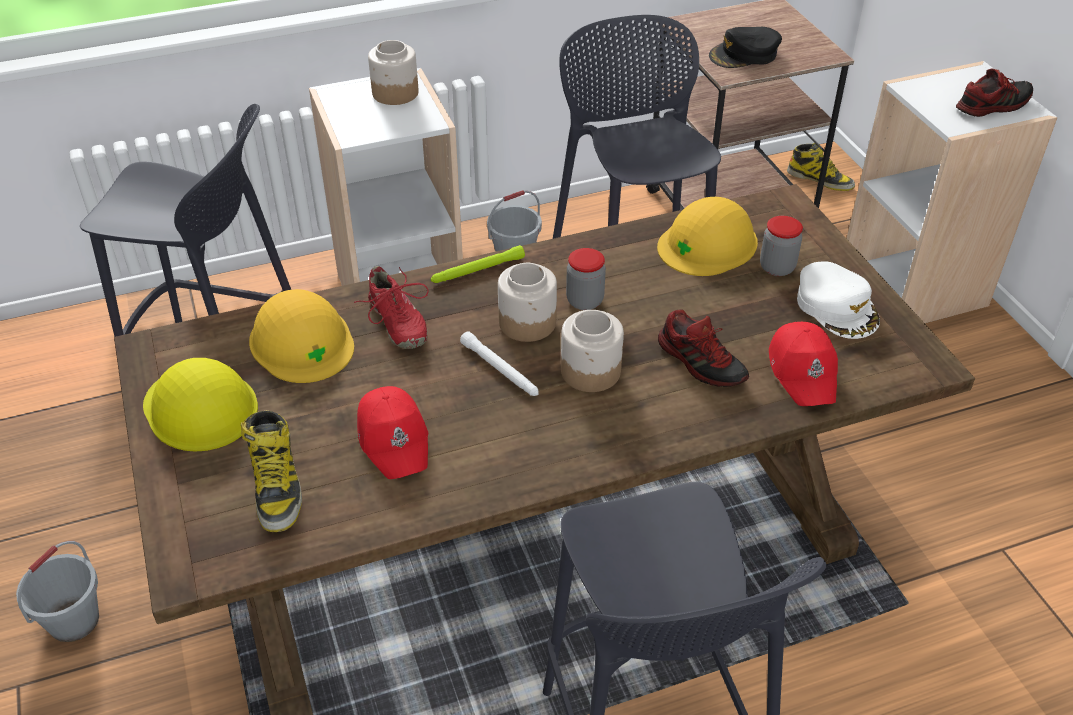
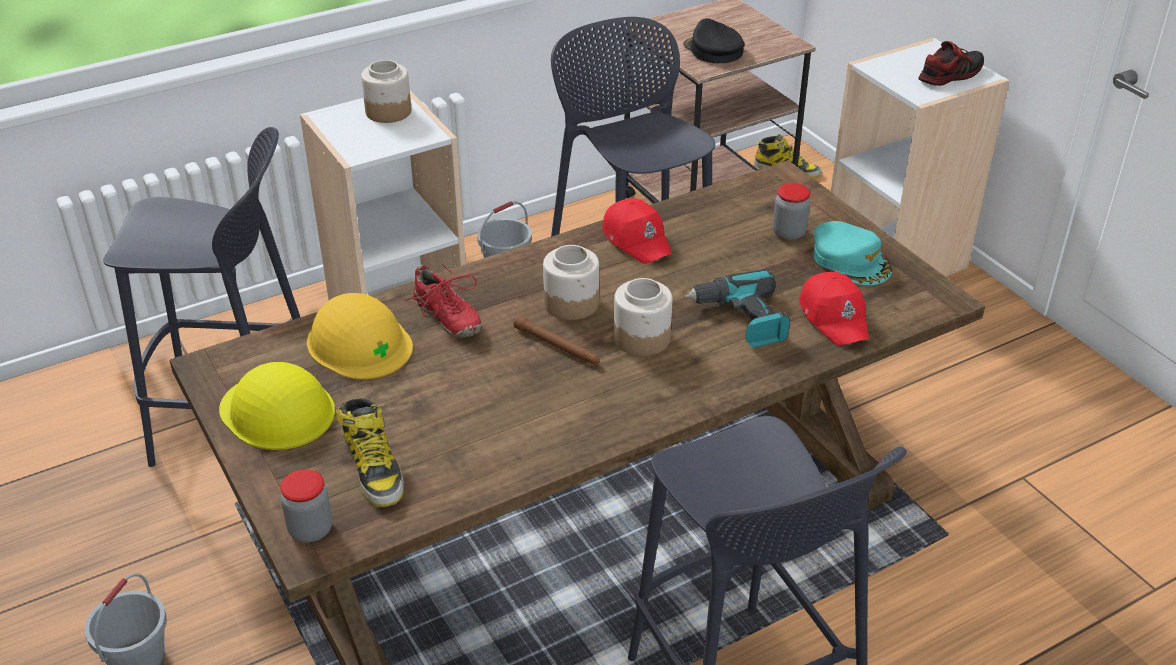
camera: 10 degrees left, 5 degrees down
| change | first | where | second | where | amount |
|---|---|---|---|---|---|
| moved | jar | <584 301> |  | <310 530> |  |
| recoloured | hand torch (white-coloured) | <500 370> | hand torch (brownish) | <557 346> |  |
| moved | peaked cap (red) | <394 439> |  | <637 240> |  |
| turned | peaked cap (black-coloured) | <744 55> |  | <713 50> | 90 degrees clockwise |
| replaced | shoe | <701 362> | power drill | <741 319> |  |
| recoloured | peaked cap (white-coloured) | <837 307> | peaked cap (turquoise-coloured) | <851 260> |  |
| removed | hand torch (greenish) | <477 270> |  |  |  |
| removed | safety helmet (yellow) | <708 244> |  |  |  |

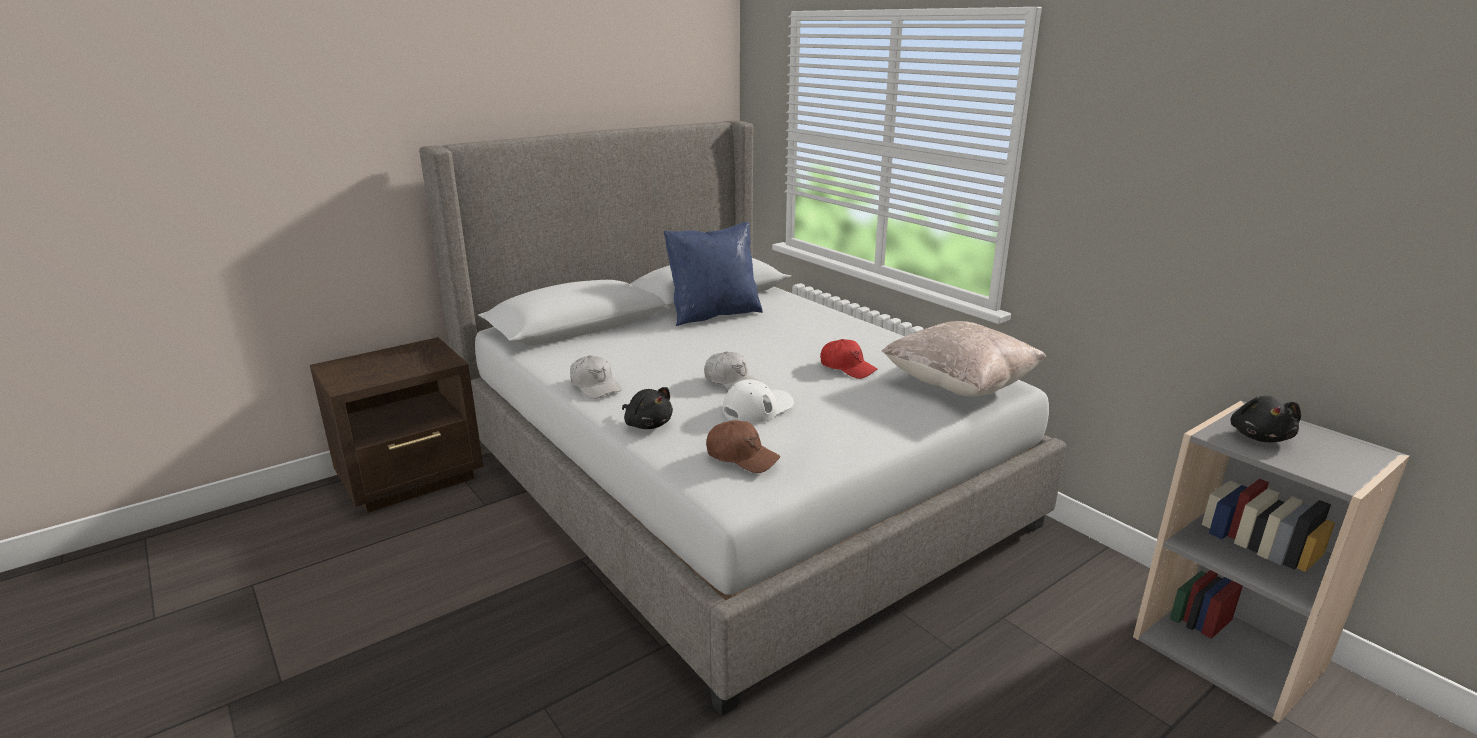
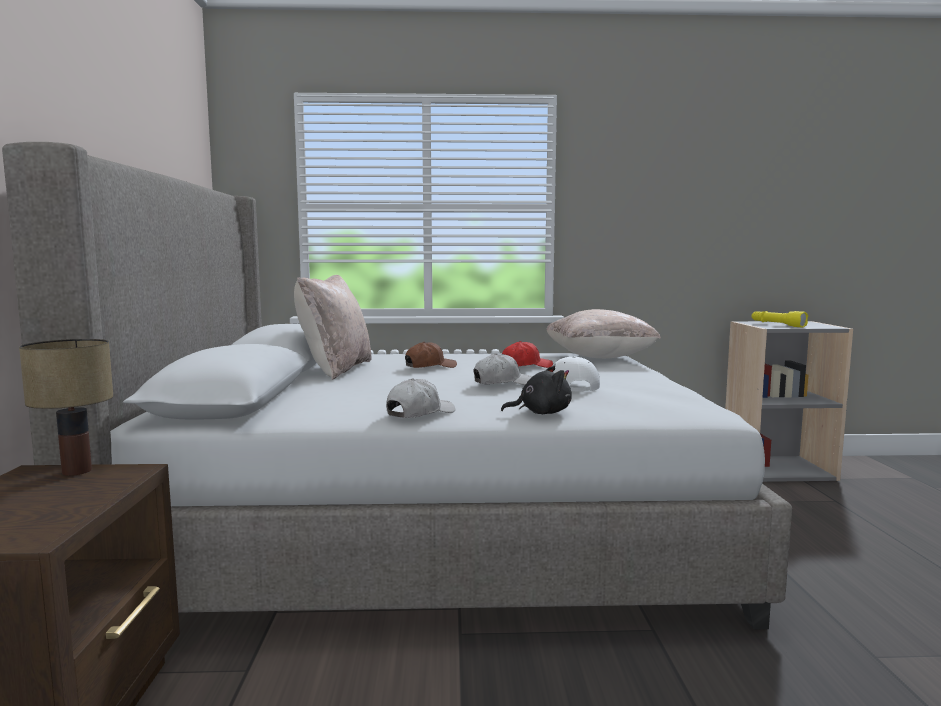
camera: 55 degrees left, 15 degrees down
| change | first | where | second | where | amount |
|---|---|---|---|---|---|
| added |  |  | tabletop lamp | <78 471> |  |
| recoloured | pillow (blue) | <713 314> | pillow (beige) | <335 369> |  |
| turned | peaked cap (white-coloured) | <595 386> |  | <420 413> | 45 degrees counterclockwise |
| moved | peaked cap (brownish) | <742 457> |  | <430 366> |  |
| replaced | cuddly toy (black-coloured) | <1260 437> | hand torch (yellow) | <777 325> |  |

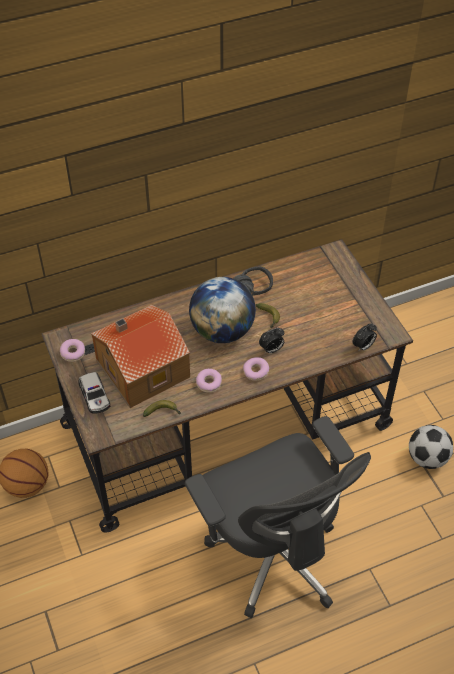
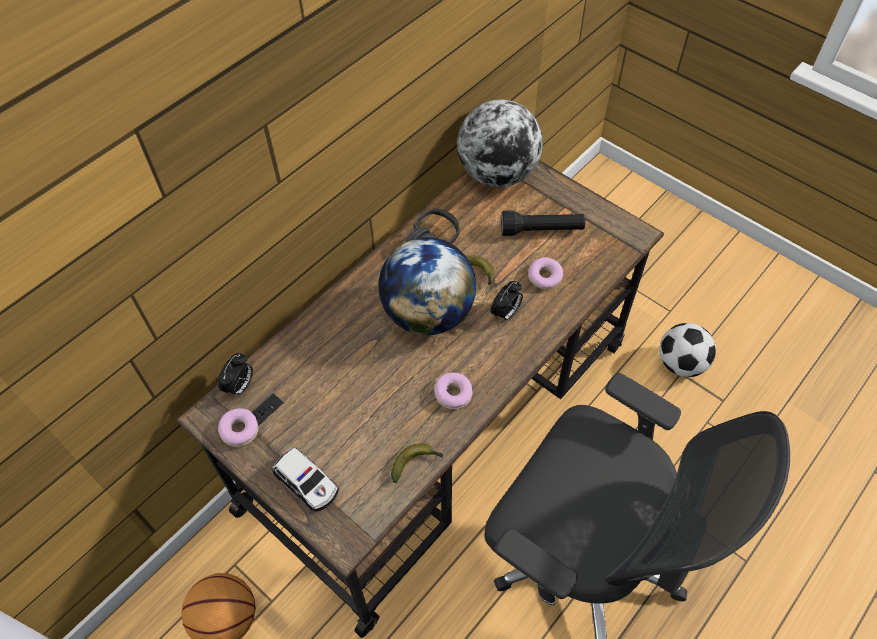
camera: 25 degrees left, 5 degrees up
| change | first | where | second | where | amount |
|---|---|---|---|---|---|
| moved | alarm clock | <363 346> |  | <240 387> |  |
| added |  |  | desk globe | <497 174> |  |
| added |  |  | hand torch (black-coloured) | <542 230> |  |
| moved | donut | <255 371> |  | <544 277> |  |
| removed | toy house | <141 368> |  |  |  |

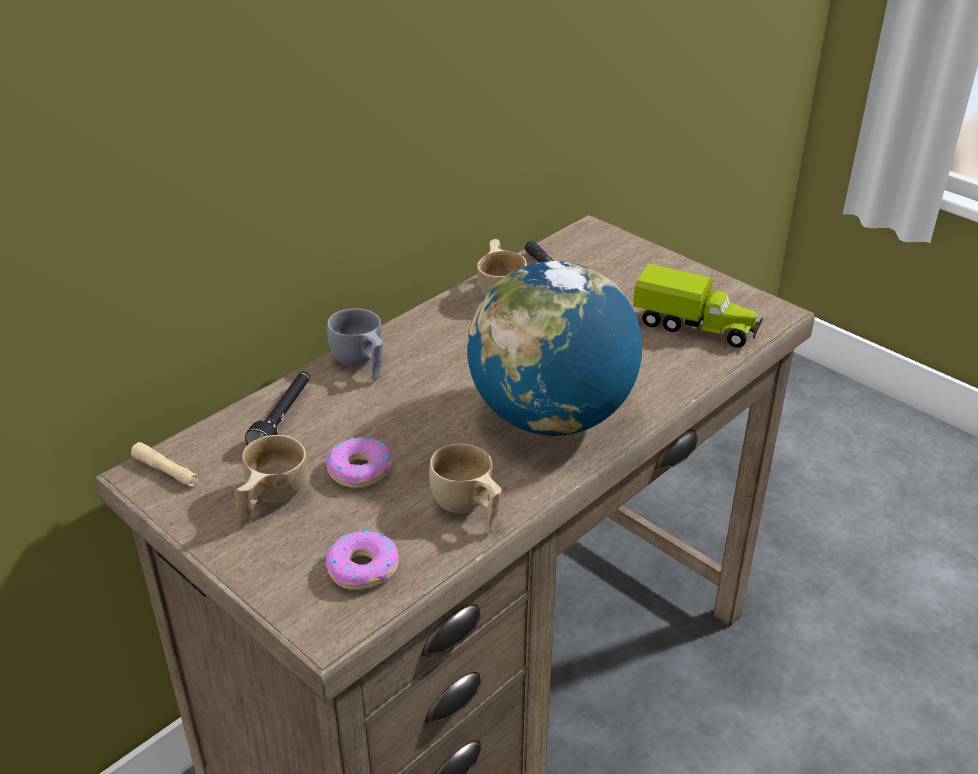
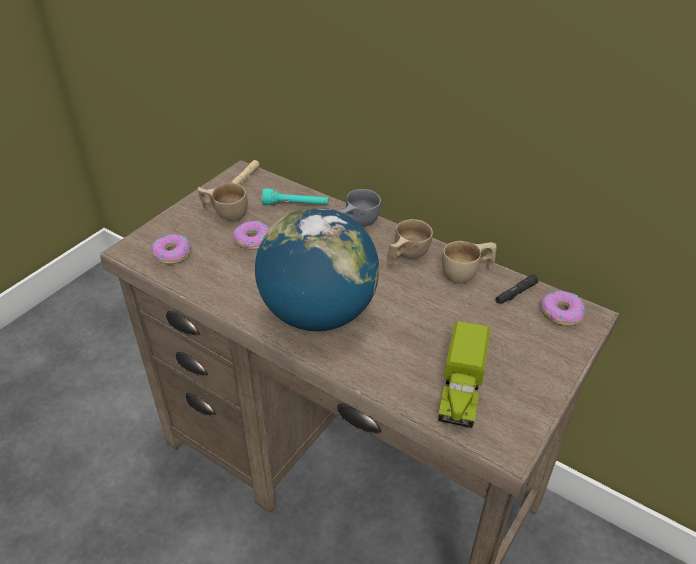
camera: 80 degrees right, 5 degrees up
| change | first | where | second | where | amount |
|---|---|---|---|---|---|
| recoloured | hand torch (black-coloured) | <283 418> | hand torch (turquoise-coloured) | <295 205> |  |
| moved | drinking cup (beige) | <468 509> |  | <406 256> |  |
| added |  |  | donut | <561 313> |  |

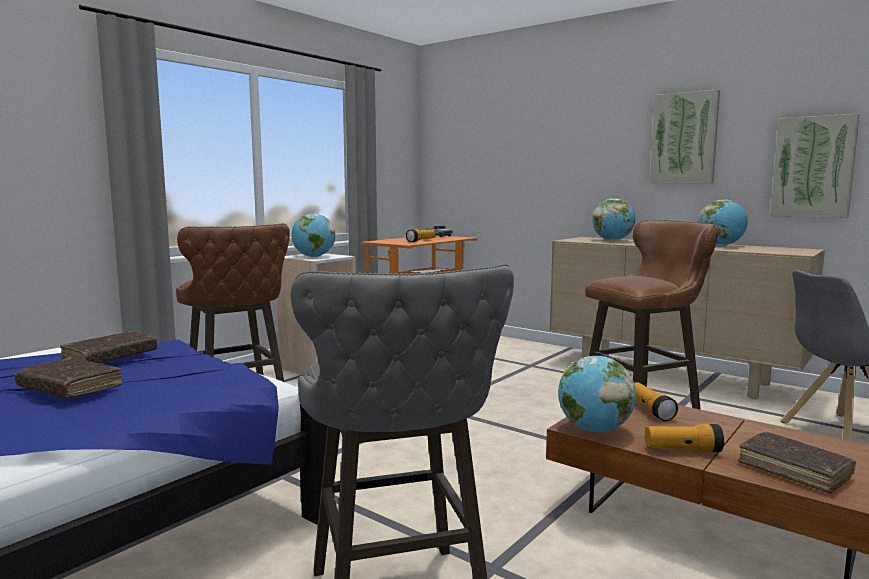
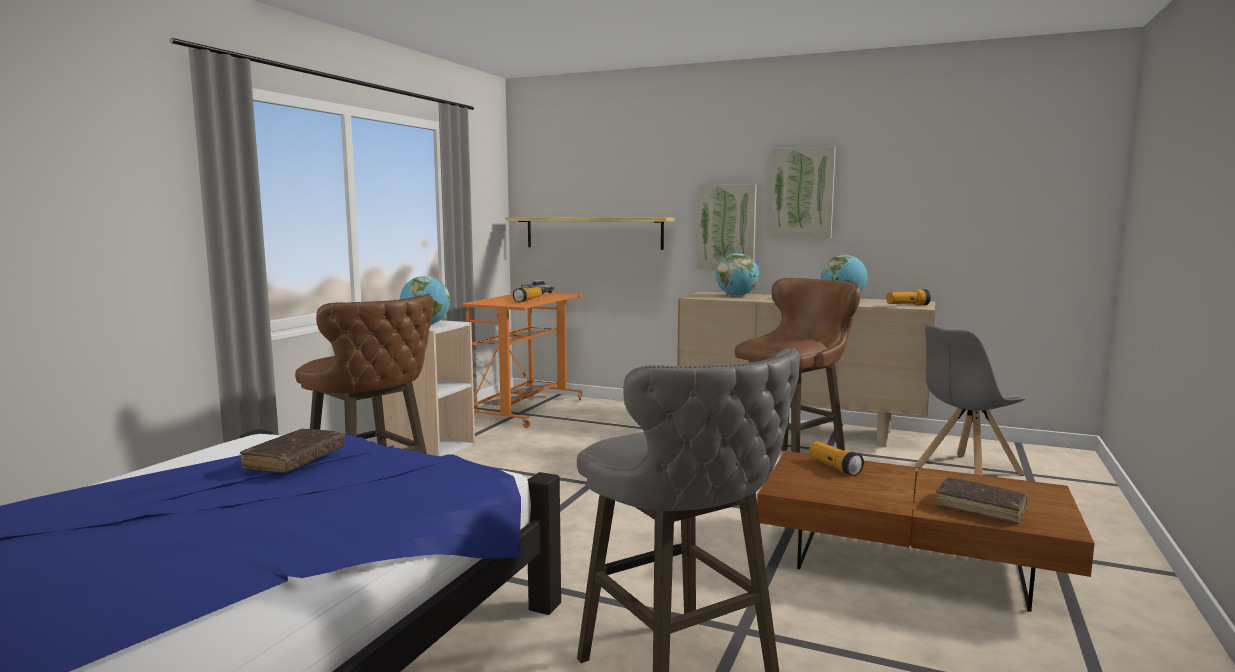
camera: 15 degrees left, 0 degrees up
| change | first | where | second | where | amount |
|---|---|---|---|---|---|
| added |  |  | bracket shelf | <593 232> |  |
| moved | wall art | <813 167> |  | <726 227> |  |
| moved | hand torch | <682 450> |  | <907 305> |  |
| removed | volume (brownish) | <70 388> |  |  |  |
| removed | desk globe | <594 430> |  |  |  |

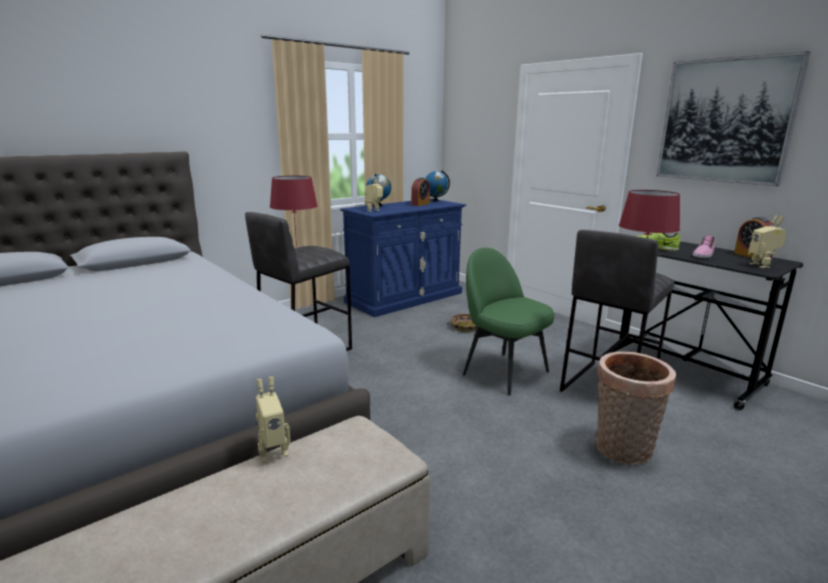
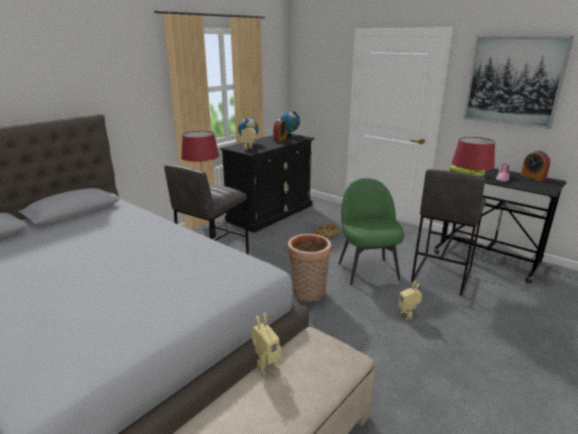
camera: 10 degrees left, 5 degrees up
| change | first | where | second | where | amount |
|---|---|---|---|---|---|
| recoloured | dresser (blue) | <404 297> | dresser (black-coloured) | <270 212> |  |
| moved | storage basket | <623 451> |  | <308 294> |  |
| turned | upright chair (greenish) | <503 372> |  | <367 270> | 45 degrees clockwise |
| moved | robot figure | <762 265> |  | <408 315> |  |

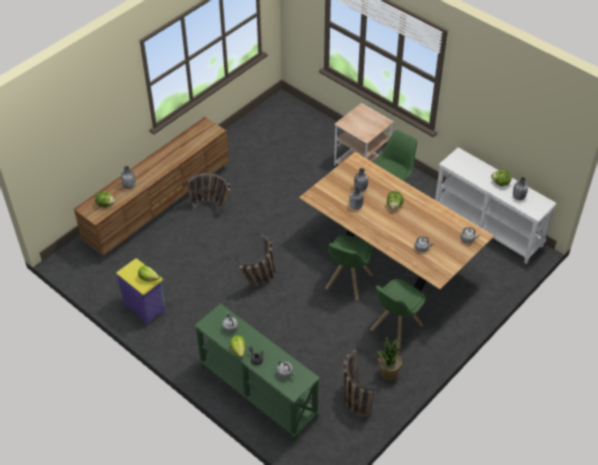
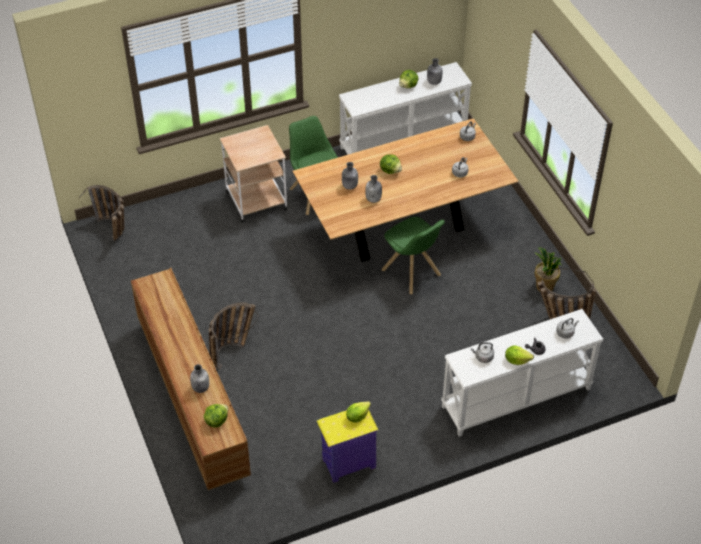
camera: 65 degrees left, 0 degrees up
| change | first | where | second | where | amount |
|---|---|---|---|---|---|
| moved | storage basket | <258 280> |  | <114 233> |  |
| recoloured | console table (greenish) | <257 392> | console table (white-coloured) | <516 398> |  |
| removed | upright chair (greenish) | <396 327> |  |  |  |

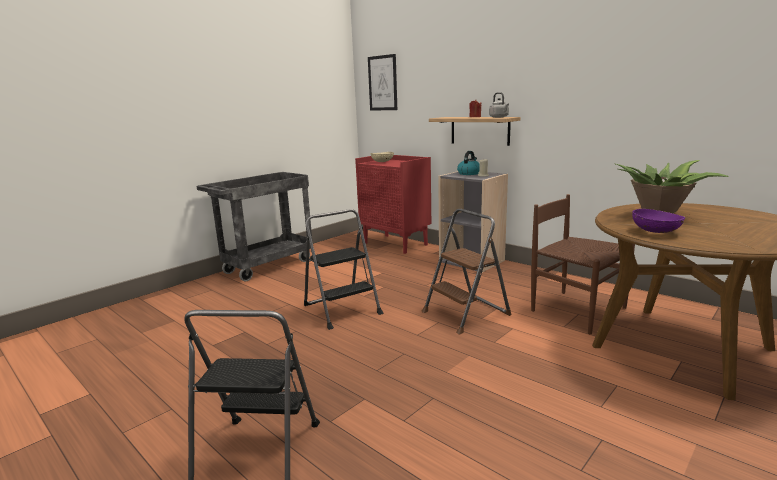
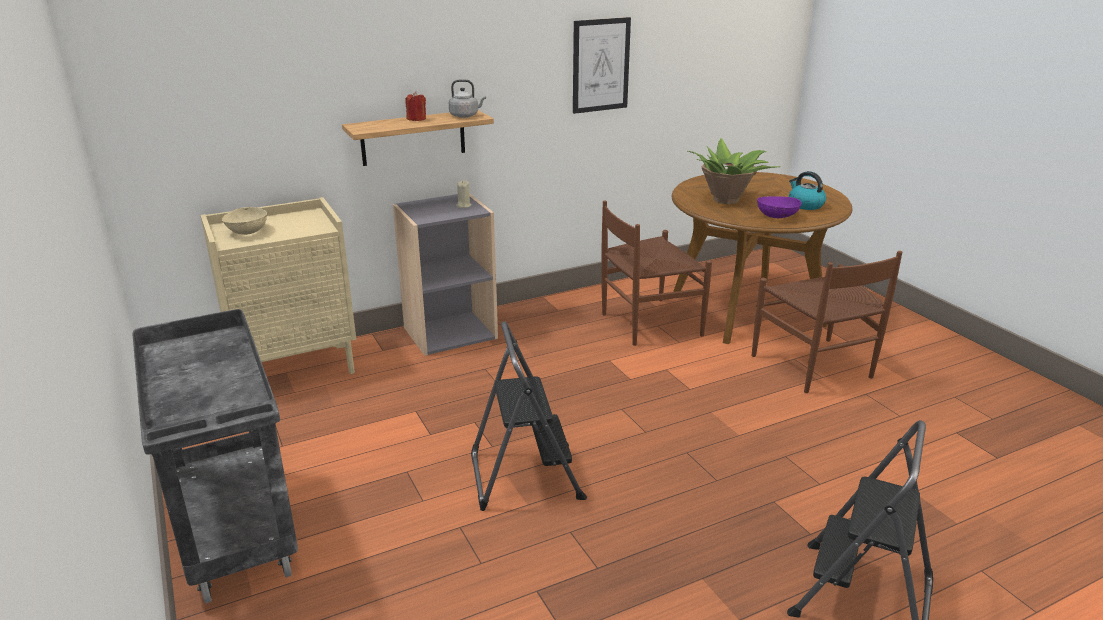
camera: 70 degrees left, 10 degrees up
| change | first | where | second | where | amount |
|---|---|---|---|---|---|
| recoloured | storage cabinet (red) | <395 244> | storage cabinet (beige) | <296 369> |  |
| moved | wall art | <382 83> |  | <601 65> |  |
| added |  |  | upright chair (brownish) | <814 367> |  |
| moved | tea kettle | <469 173> |  | <805 205> |  |
| removed | stepladder (brownish) | <469 312> |  |  |  |

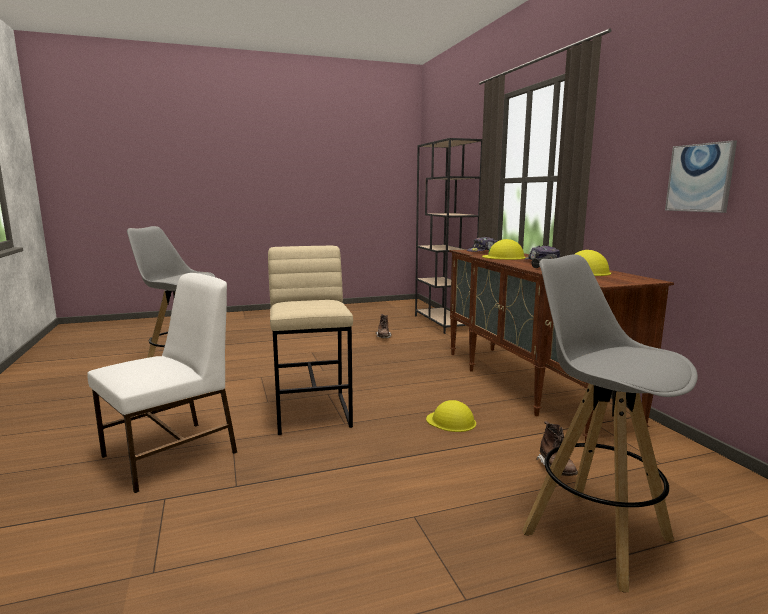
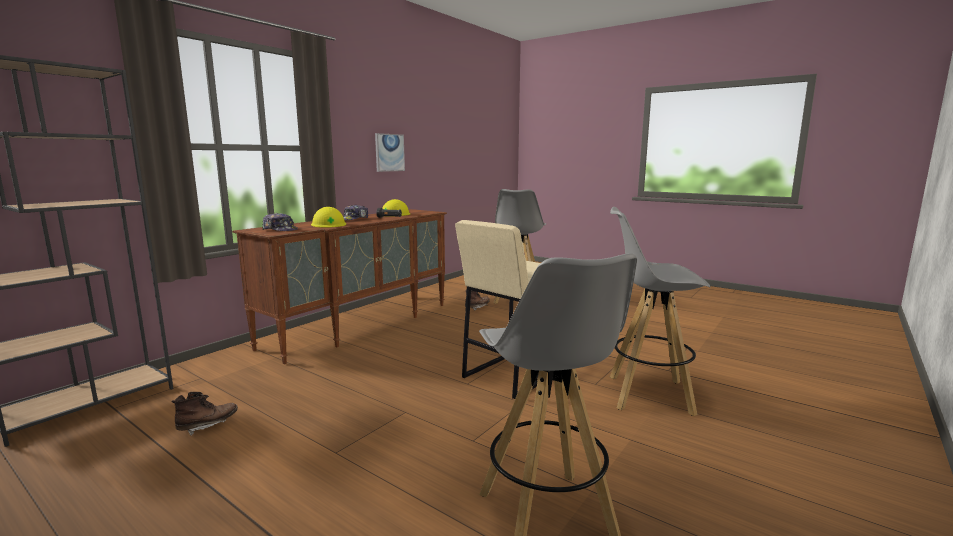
camera: 125 degrees left, 0 degrees up
| change | first | where | second | where | amount |
|---|---|---|---|---|---|
| replaced | upright chair (white-coloured) | <173 453> | stool seat (greyish) | <647 394> |  |
| removed | safety helmet (yellow) | <451 421> |  |  |  |

